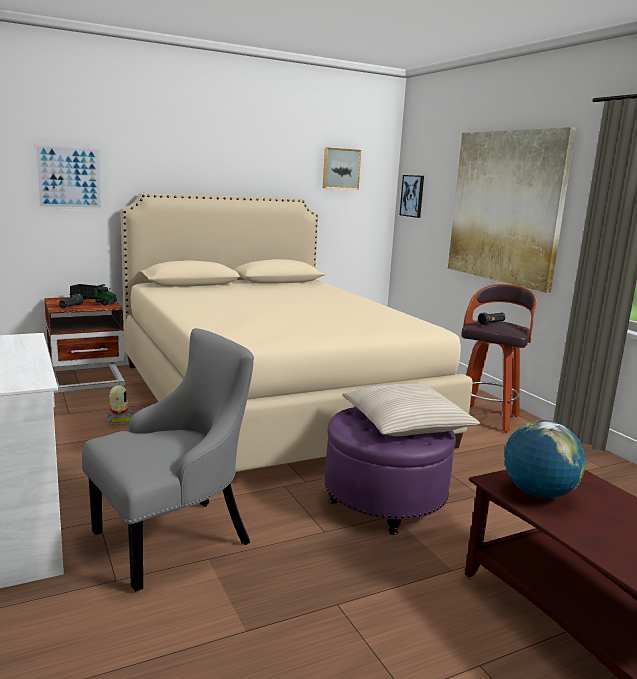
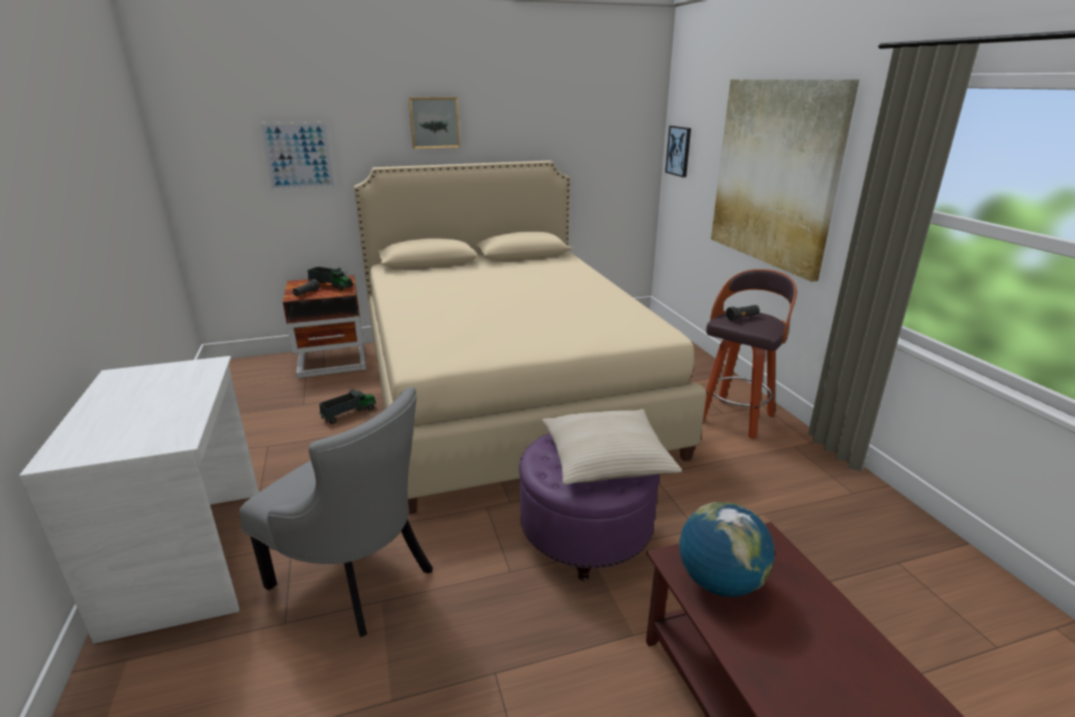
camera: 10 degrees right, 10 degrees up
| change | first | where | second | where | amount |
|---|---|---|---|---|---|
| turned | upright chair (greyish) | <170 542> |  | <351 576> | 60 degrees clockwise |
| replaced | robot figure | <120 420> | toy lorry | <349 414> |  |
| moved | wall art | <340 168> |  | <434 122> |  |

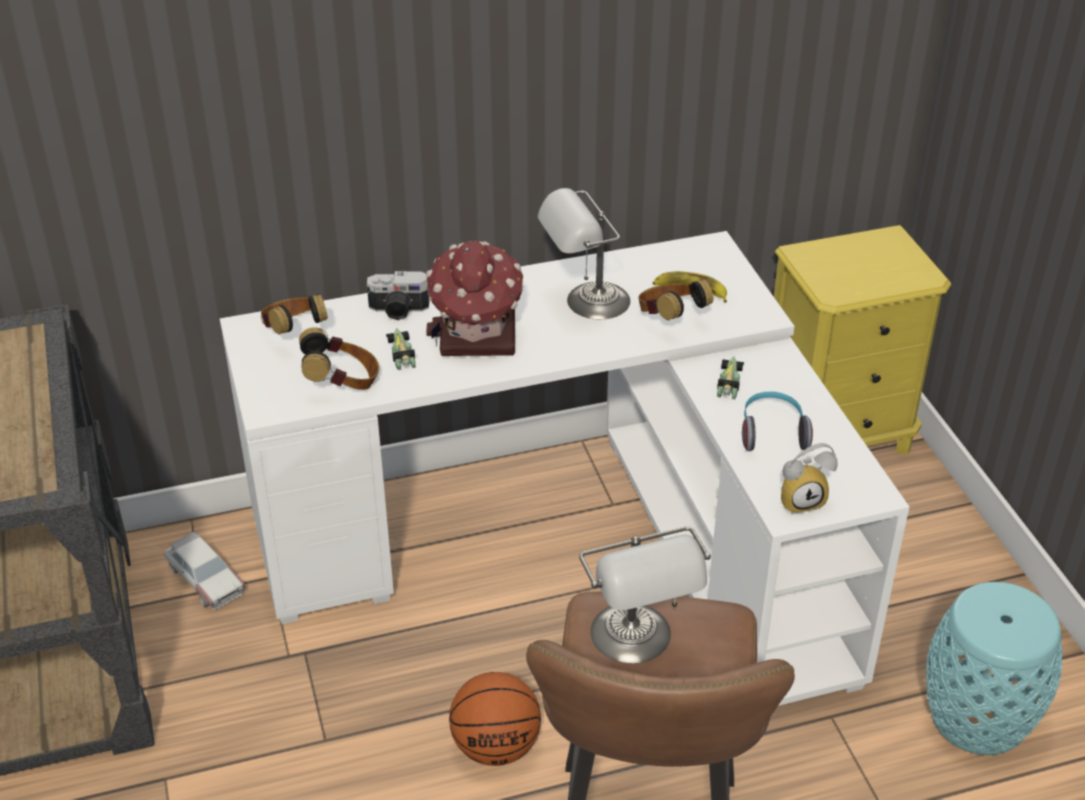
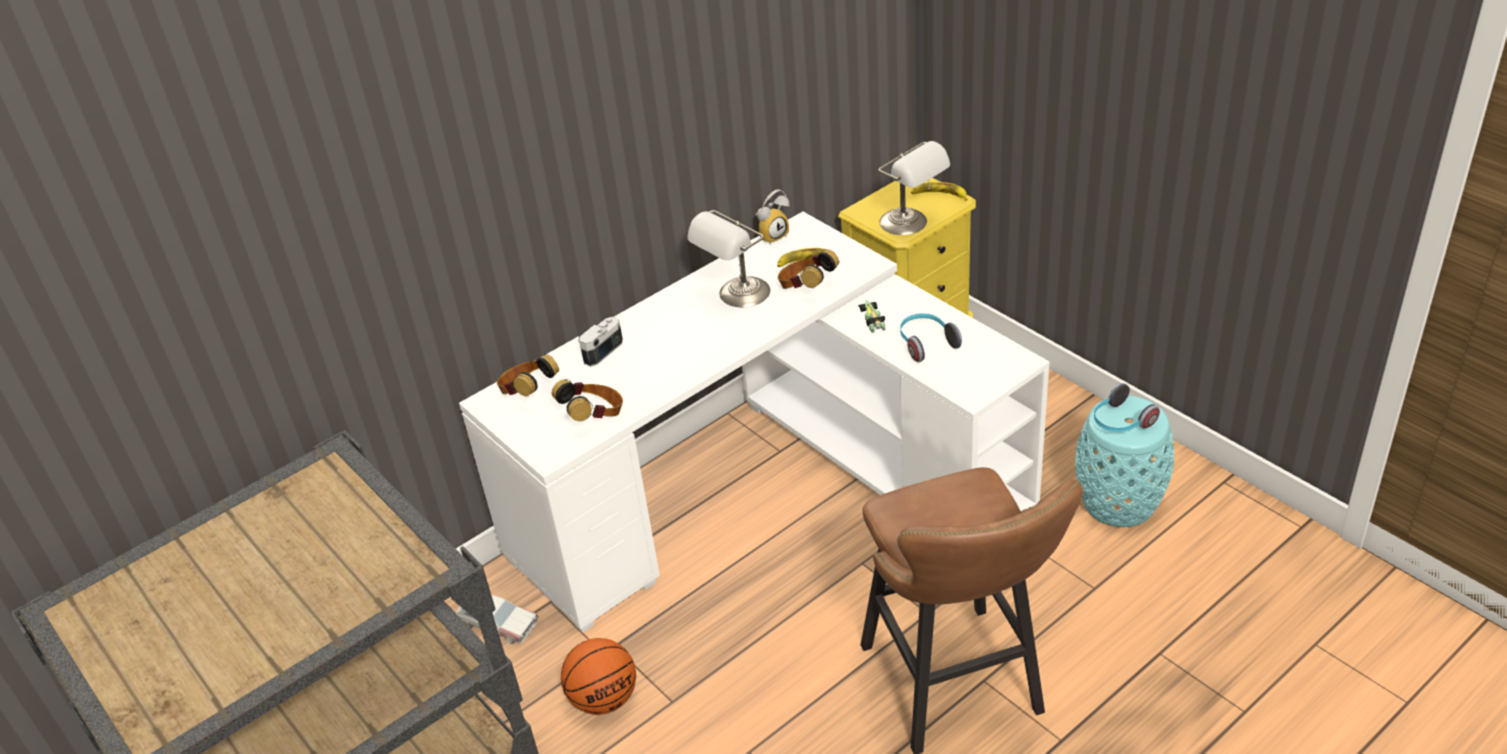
camera: 20 degrees left, 0 degrees up
| change | first | where | second | where | amount |
|---|---|---|---|---|---|
| moved | basketball | <496 746> |  | <603 699> |  |
| turned | still camera | <398 310> |  | <598 349> | 150 degrees clockwise |
| moved | alarm clock | <801 500> |  | <772 235> |  |
| moved | tabletop lamp (white-coloured) | <639 644> |  | <911 225> |  |
| added |  |  | whole banana | <939 195> |  |
| added |  |  | headset | <1120 422> |  |
| removed | model car | <402 352> |  |  |  |
| removed | toy house | <477 334> |  |  |  |

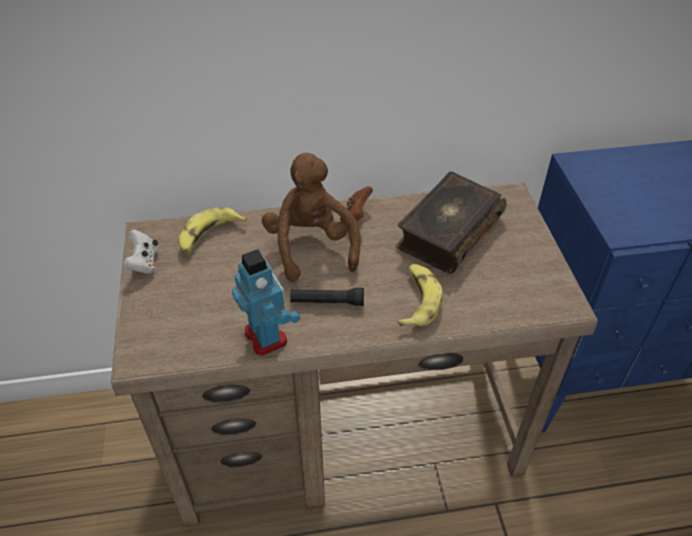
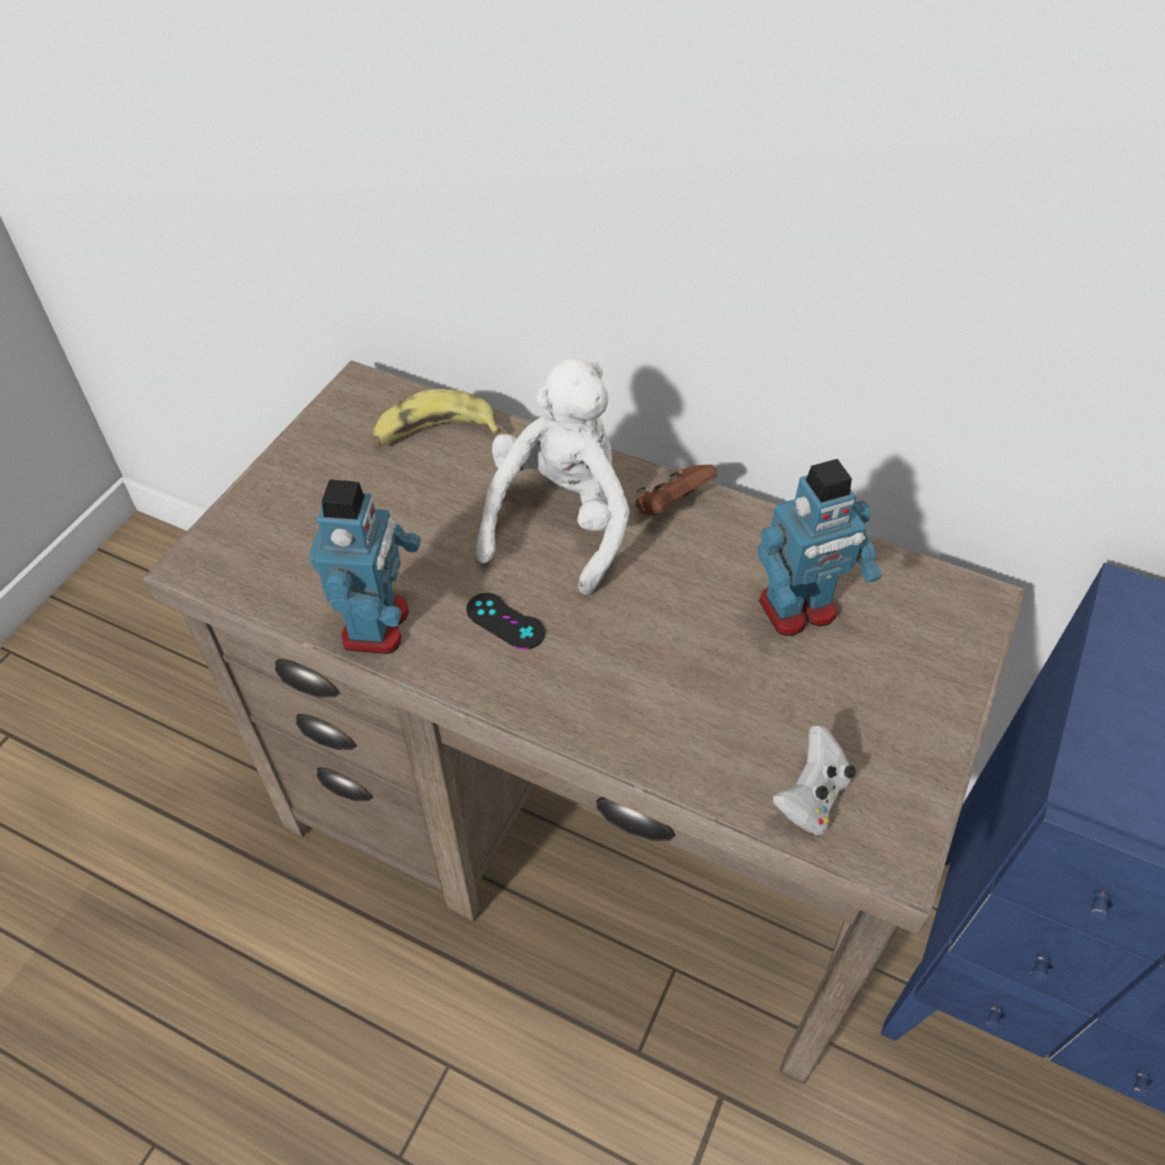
camera: 35 degrees right, 5 degrees up
| change | first | where | second | where | amount |
|---|---|---|---|---|---|
| replaced | hand torch (black-coloured) | <327 302> | game controller (black-coloured) | <505 621> |  |
| recoloured | cuddly toy (brownish) | <311 247> | cuddly toy (white-coloured) | <560 522> |  |
| replaced | volume | <448 232> | robot figure | <798 610> |  |
| moved | game controller (white-coloured) | <144 262> |  | <811 797> |  |
| removed | whole banana | <417 300> |  |  |  |

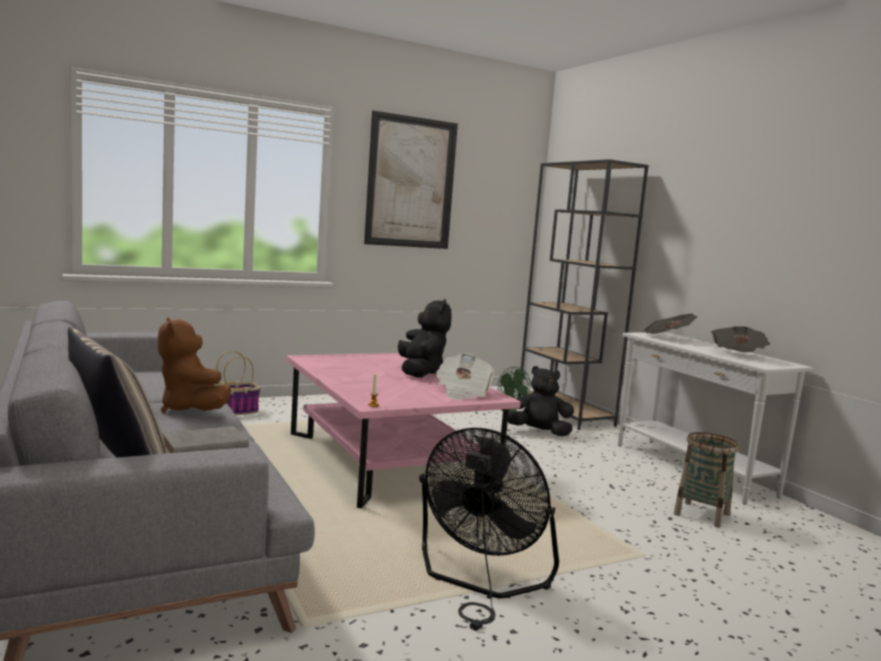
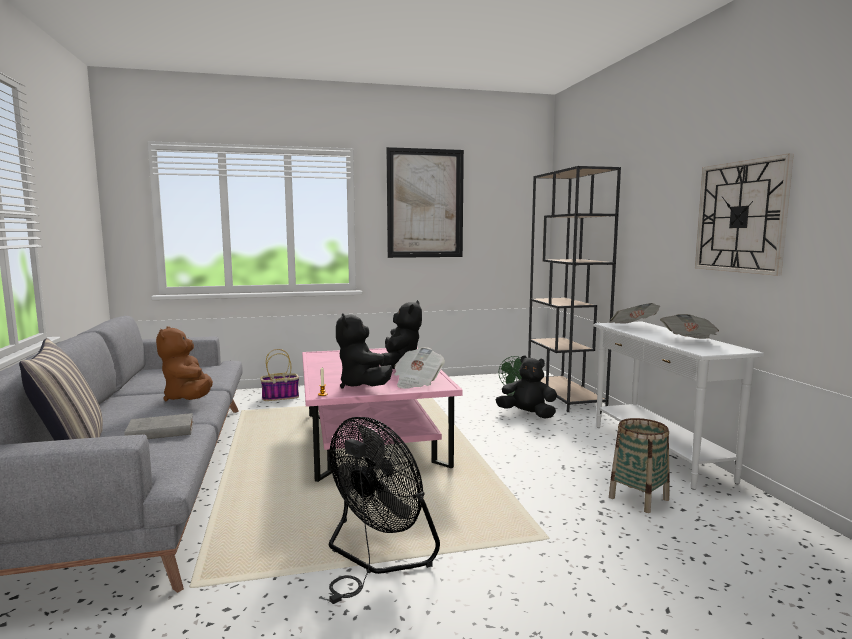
camera: 15 degrees right, 0 degrees up
| change | first | where | second | where | amount |
|---|---|---|---|---|---|
| added |  |  | cuddly toy (black-coloured) | <363 386> |  |
| added |  |  | hanging clock | <740 217> |  |

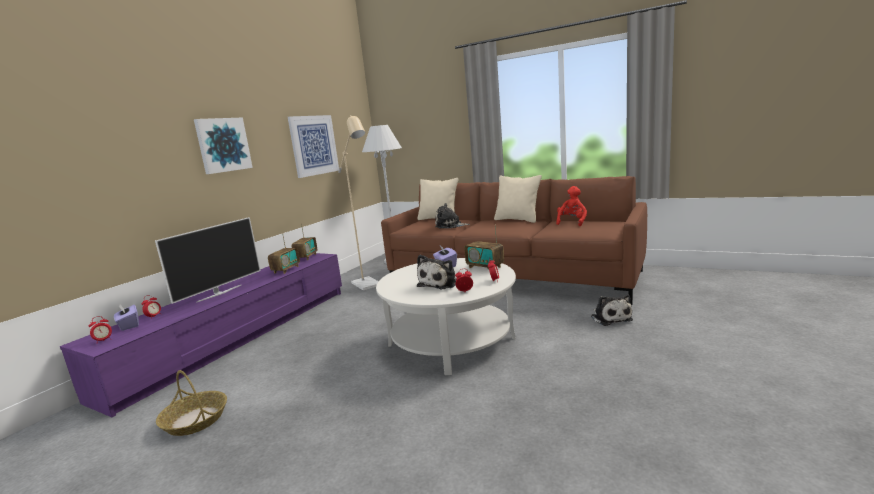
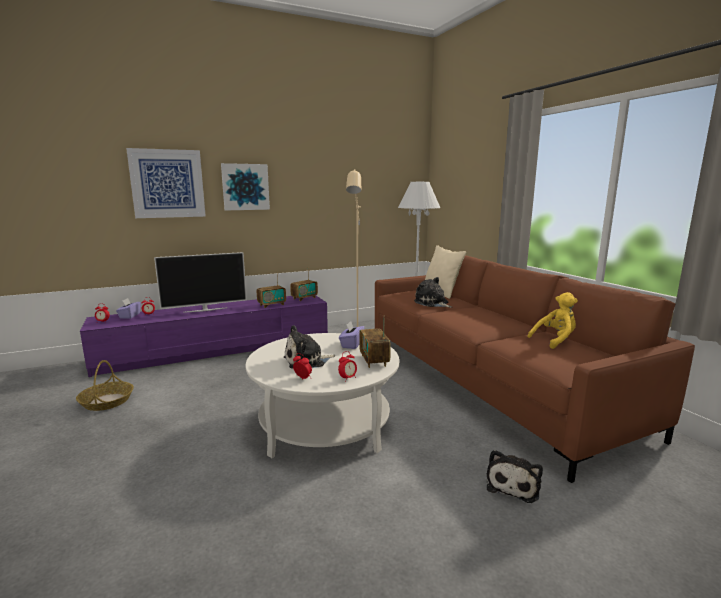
camera: 35 degrees right, 0 degrees up
| change | first | where | second | where | amount |
|---|---|---|---|---|---|
| moved | wall art | <314 145> |  | <167 183> |  |
| recoloured | cuddly toy (red) | <572 222> | cuddly toy (yellow) | <555 340> |  |
| removed | pillow (beige) | <517 220> |  |  |  |

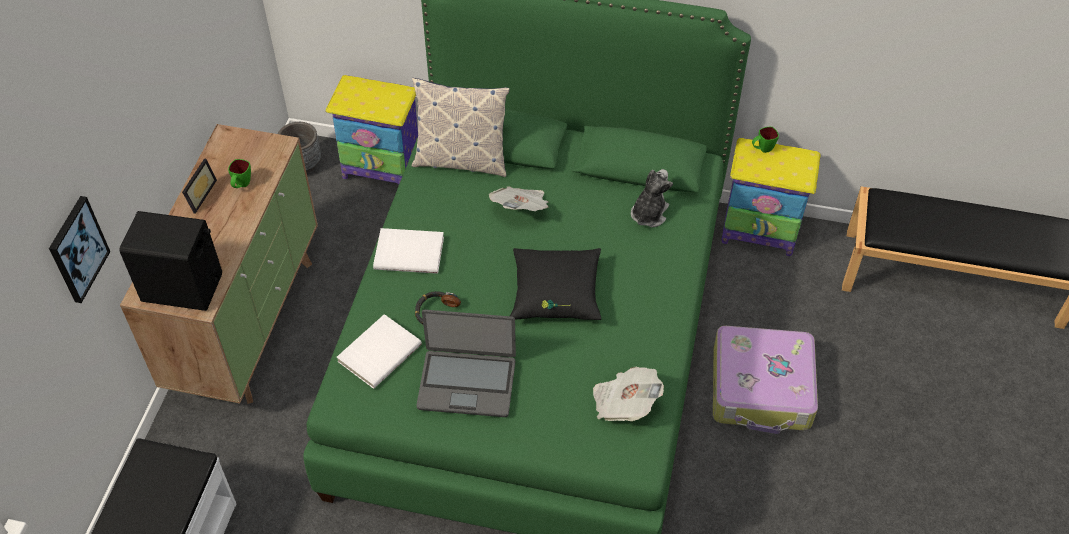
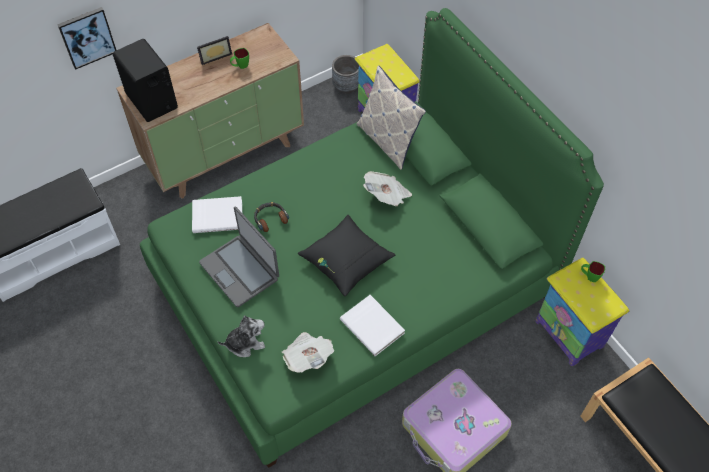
camera: 45 degrees right, 5 degrees up
| change | first | where | second | where | amount |
|---|---|---|---|---|---|
| moved | cuddly toy | <648 214> |  | <245 343> |  |
| moved | volume (white-coloured) | <409 252> |  | <373 325> |  |

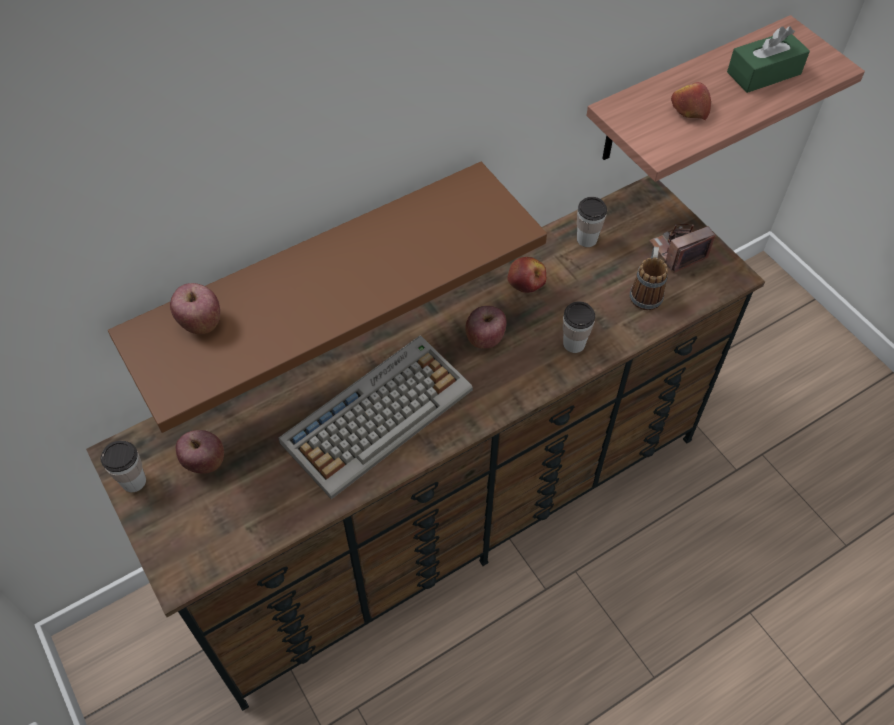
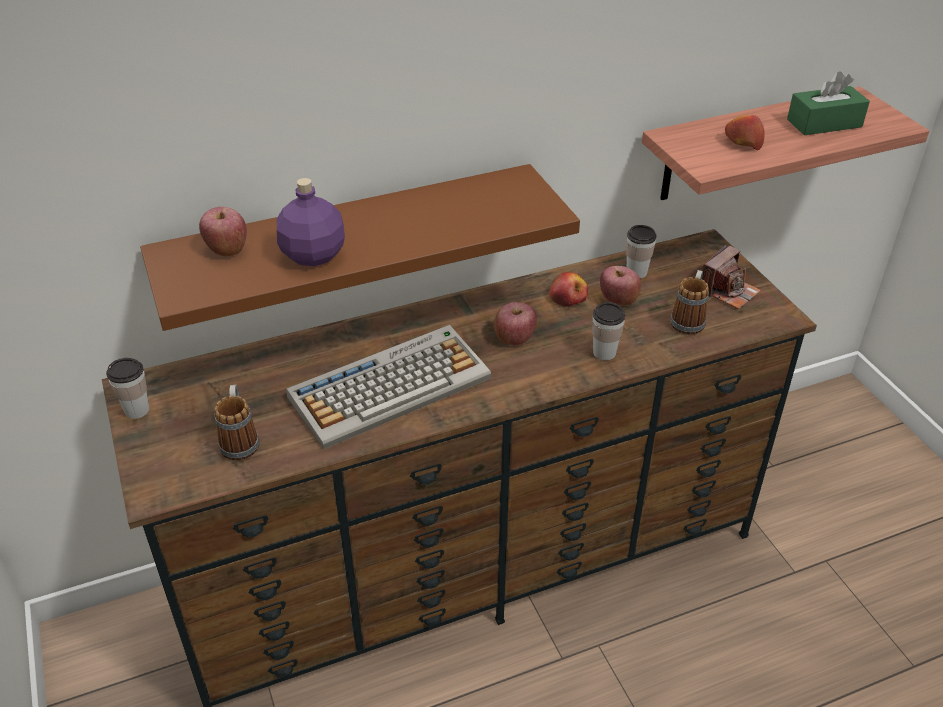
camera: 10 degrees right, 15 degrees down
| change | first | where | second | where | amount |
|---|---|---|---|---|---|
| added |  |  | mug | <240 440> |  |
| added |  |  | beverage bottle (purple-coloured) | <313 254> |  |
| moved | whole apple | <204 462> |  | <618 300> |  |
| turned | still camera | <678 251> |  | <728 291> | 150 degrees clockwise |

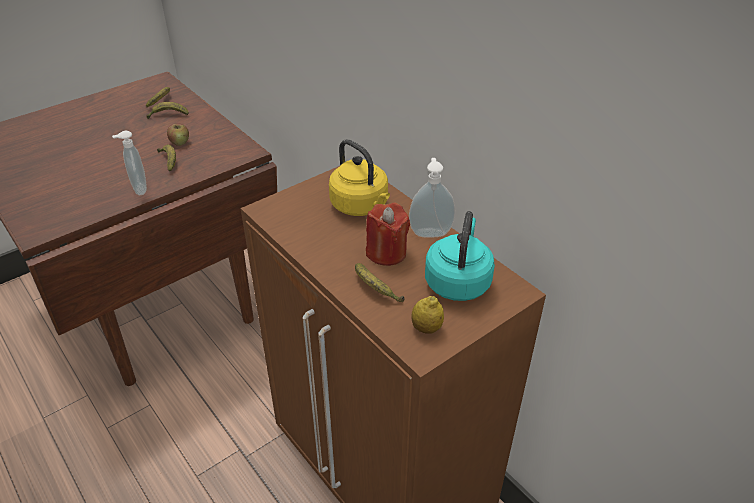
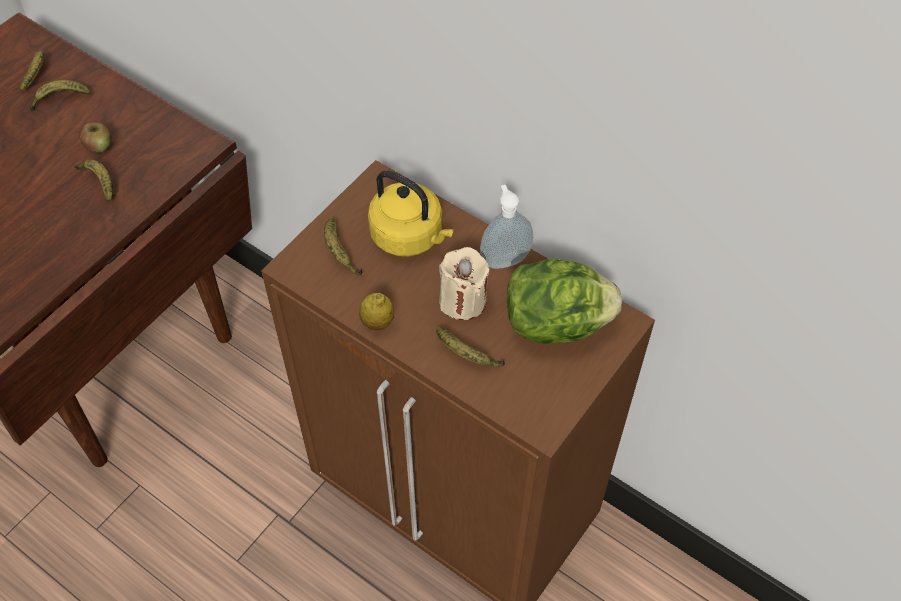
camera: 15 degrees left, 15 degrees up
| change | first | where | second | where | amount |
|---|---|---|---|---|---|
| added |  |  | whole banana | <340 252> |  |
| moved | citrus fruit | <426 328> |  | <377 322> |  |
| recoloured | wax candle (red) | <386 253> | wax candle (beige) | <463 301> |  |
| replaced | tea kettle (turquoise-coloured) | <458 281> | head of lettuce | <555 323> |  |
| removed | soap dispenser | <138 189> |  |  |  |

